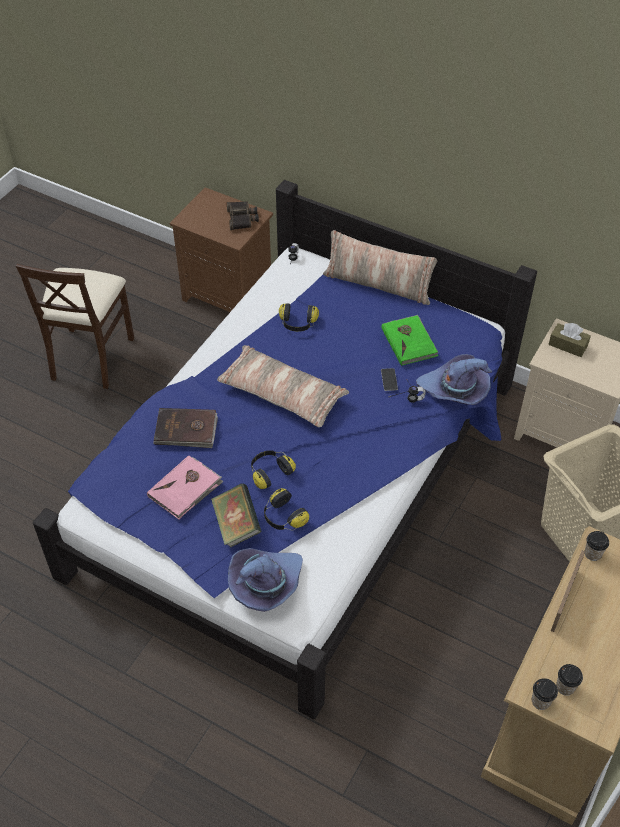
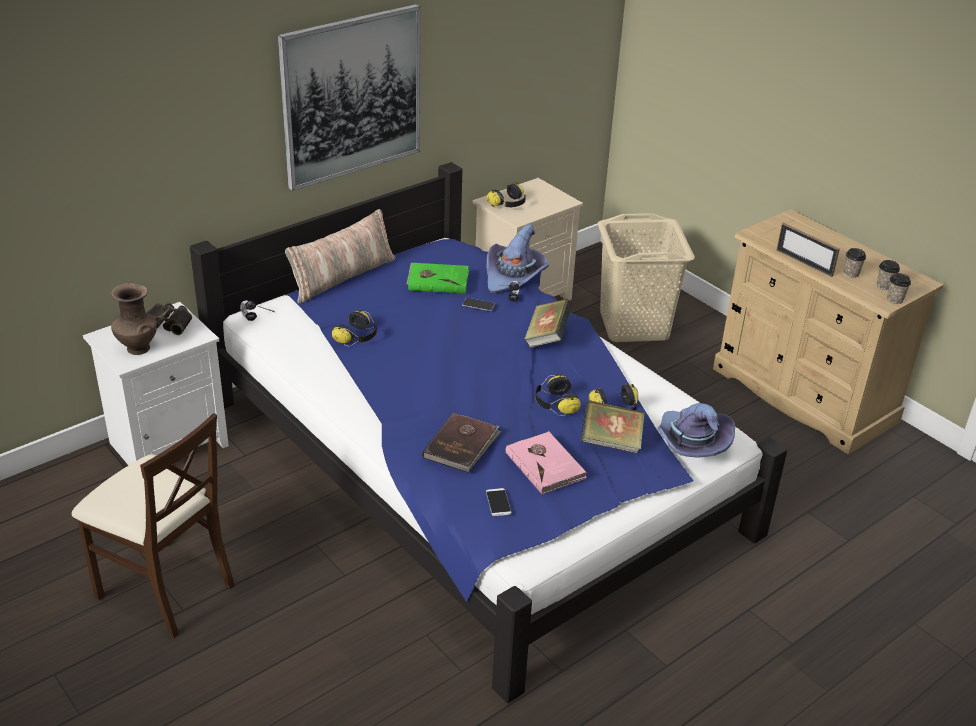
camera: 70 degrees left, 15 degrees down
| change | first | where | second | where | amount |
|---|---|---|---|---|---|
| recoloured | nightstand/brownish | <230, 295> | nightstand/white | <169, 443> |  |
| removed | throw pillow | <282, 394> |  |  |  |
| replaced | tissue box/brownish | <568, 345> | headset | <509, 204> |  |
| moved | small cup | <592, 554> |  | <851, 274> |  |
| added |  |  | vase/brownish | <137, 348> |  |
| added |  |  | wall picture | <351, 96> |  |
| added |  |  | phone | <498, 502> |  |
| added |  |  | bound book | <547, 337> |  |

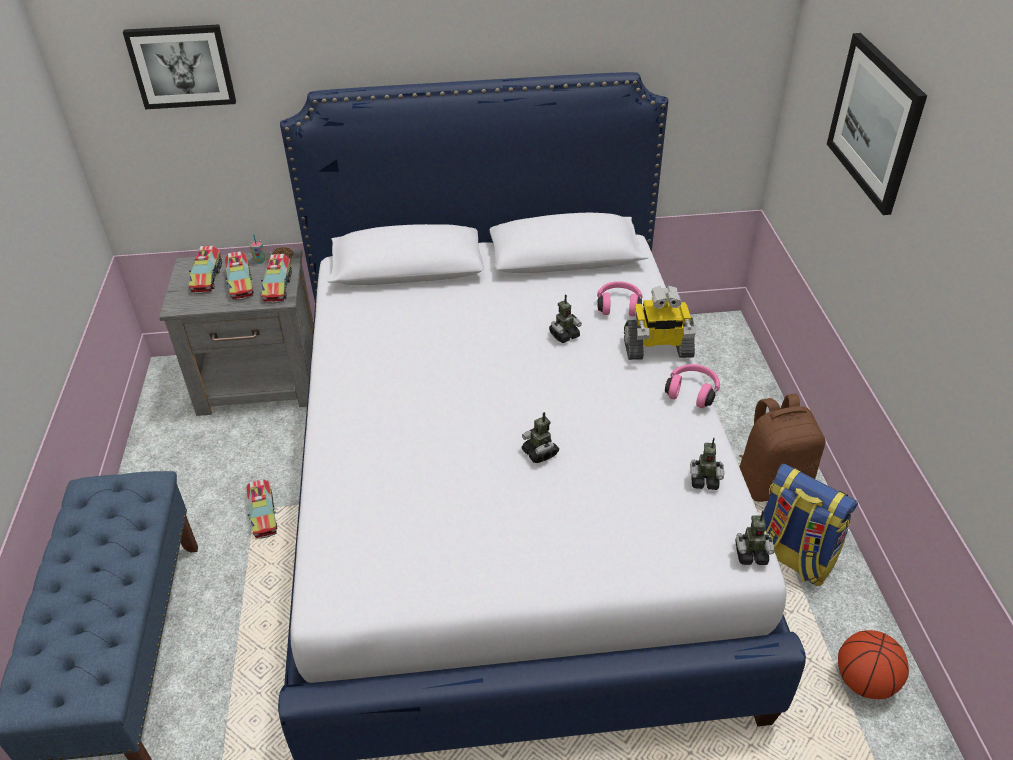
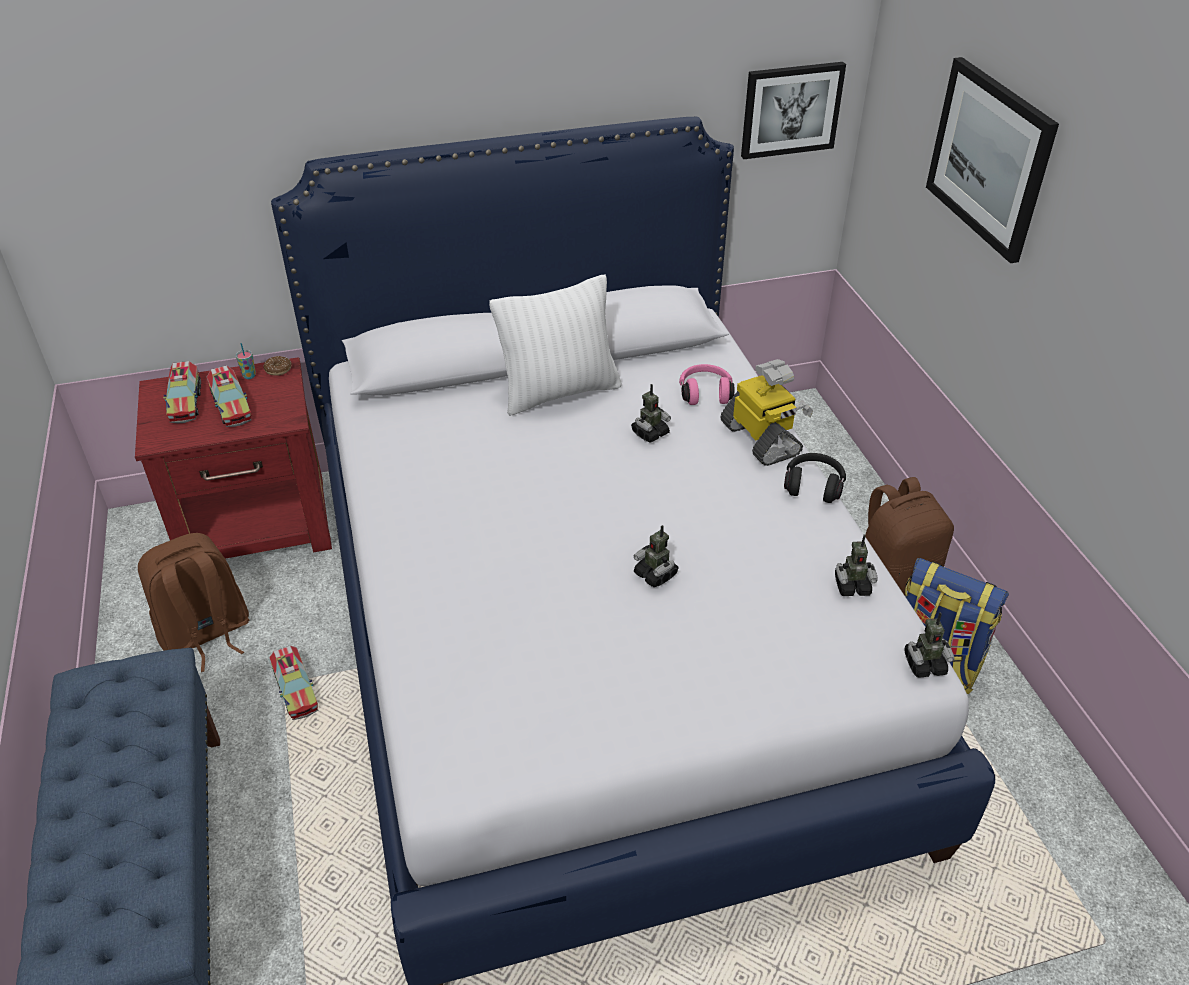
camera: 10 degrees left, 0 degrees up
| change | first | where | second | where | amount |
|---|---|---|---|---|---|
| moved | wall picture | <181, 66> |  | <791, 109> |  |
| recoloured | nightstand/gray | <261, 381> | nightstand/reddish | <258, 525> |  |
| removed | toy truck | <278, 286> |  |  |  |
| turned | model robot | <657, 349> |  | <762, 439> | 105 degrees counterclockwise |
| recoloured | headset/pink | <692, 392> | headset/blackish | <813, 485> |  |
| removed | basketball ball | <864, 681> |  |  |  |
| added |  |  | rucksack/brownish | <206, 634> |  |
| added |  |  | throw pillow/white | <559, 392> |  |

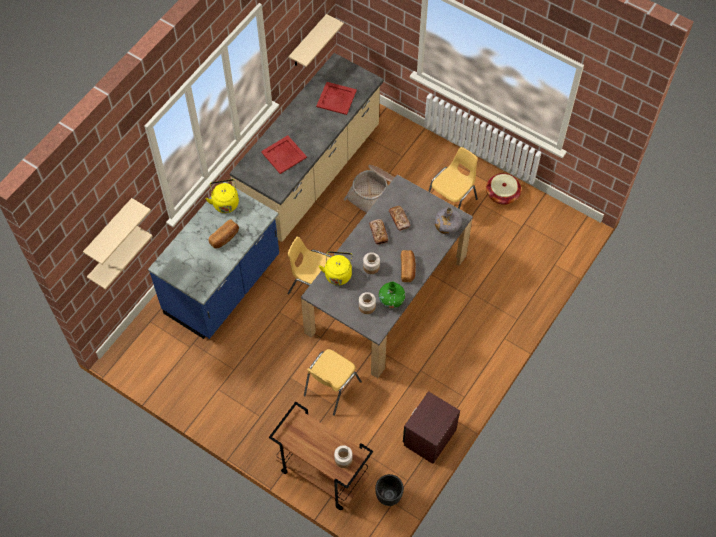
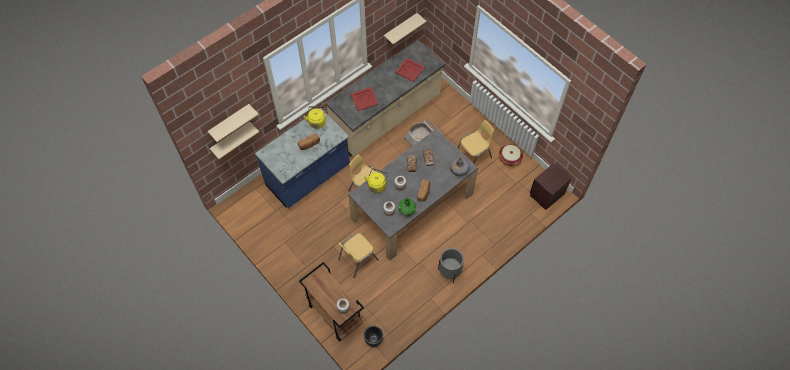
camera: 15 degrees right, 0 degrees up
| change | first | where | second | where | amount |
|---|---|---|---|---|---|
| moved | nightstand/brownish | <429, 437> |  | <547, 194> |  |
| added |  |  | flower pot/gray | <449, 272> |  |

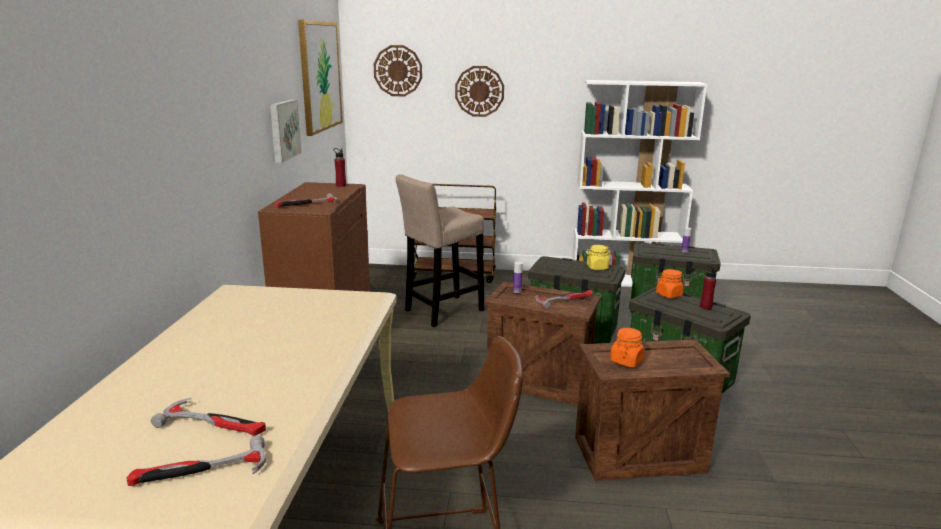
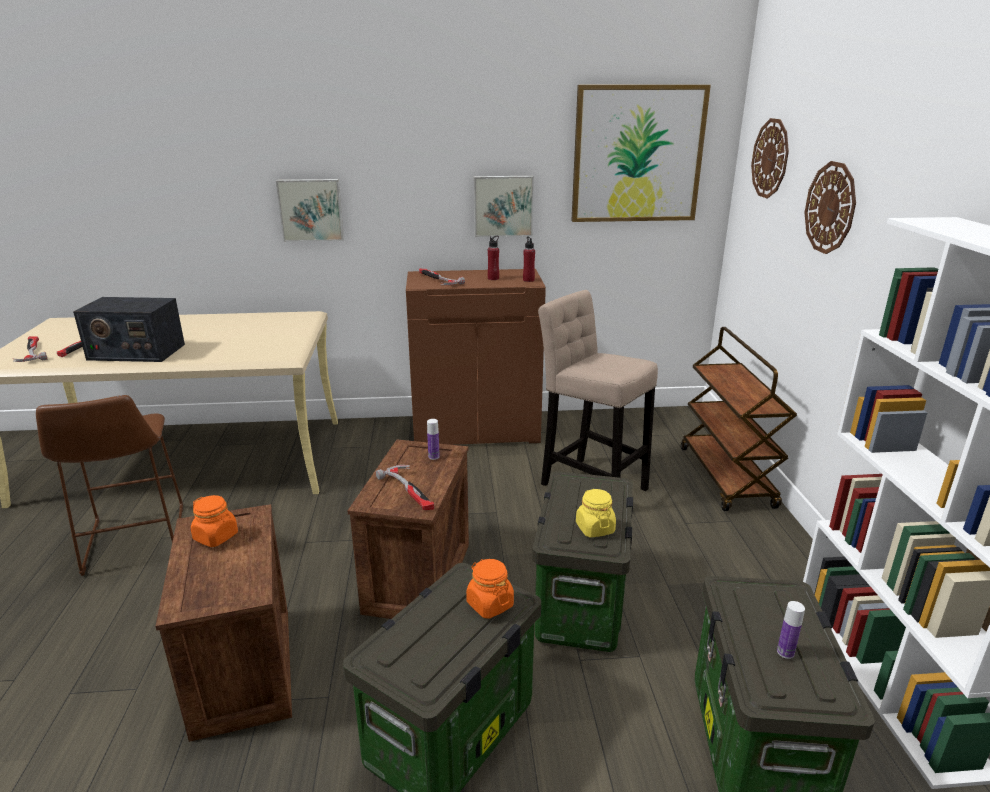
camera: 80 degrees right, 5 degrees up
| change | first | where | second | where | amount |
|---|---|---|---|---|---|
| moved | drink bottle/reddish | <705, 307> |  | <493, 278> |  |
| added |  |  | radio | <136, 352> |  |
| added |  |  | wall picture | <311, 210> |  |

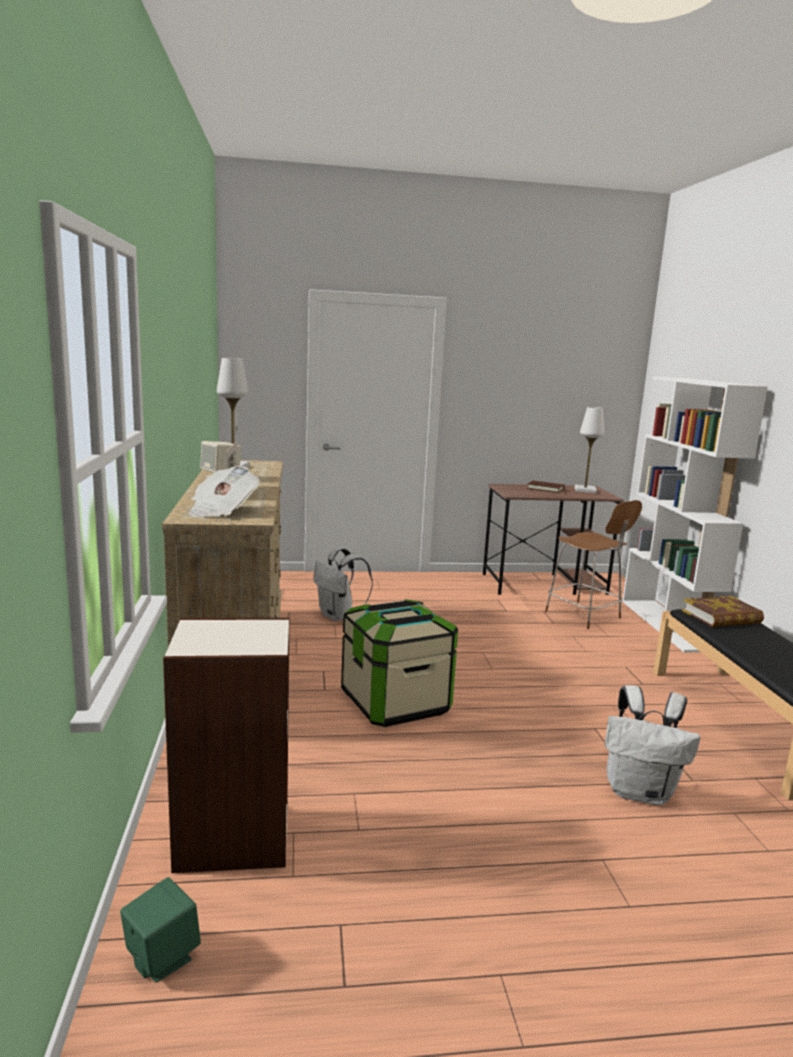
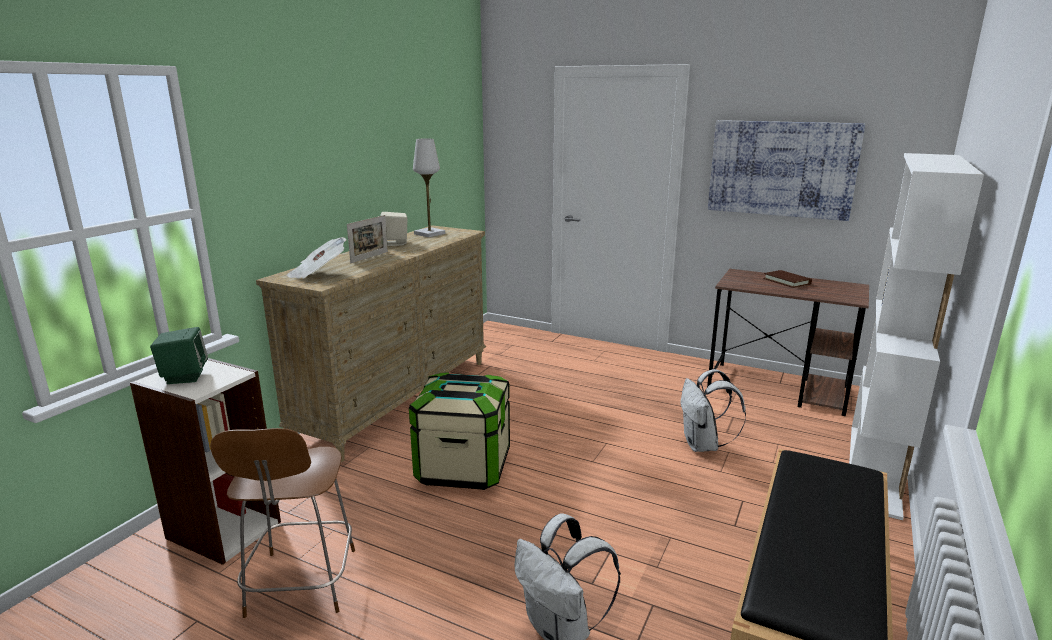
camera: 35 degrees right, 5 degrees up
| change | first | where | second | where | amount |
|---|---|---|---|---|---|
| moved | audio speaker/greenish | <161, 958> |  | <184, 376> |  |
| moved | rucksack/white | <339, 616> |  | <703, 446> |  |
| moved | chair/brownish | <585, 616> |  | <301, 585> |  |
| removed | table lamp/white | <585, 490> |  |  |  |
| removed | bound book | <721, 617> |  |  |  |
| added |  |  | wall picture | <782, 168> |  |

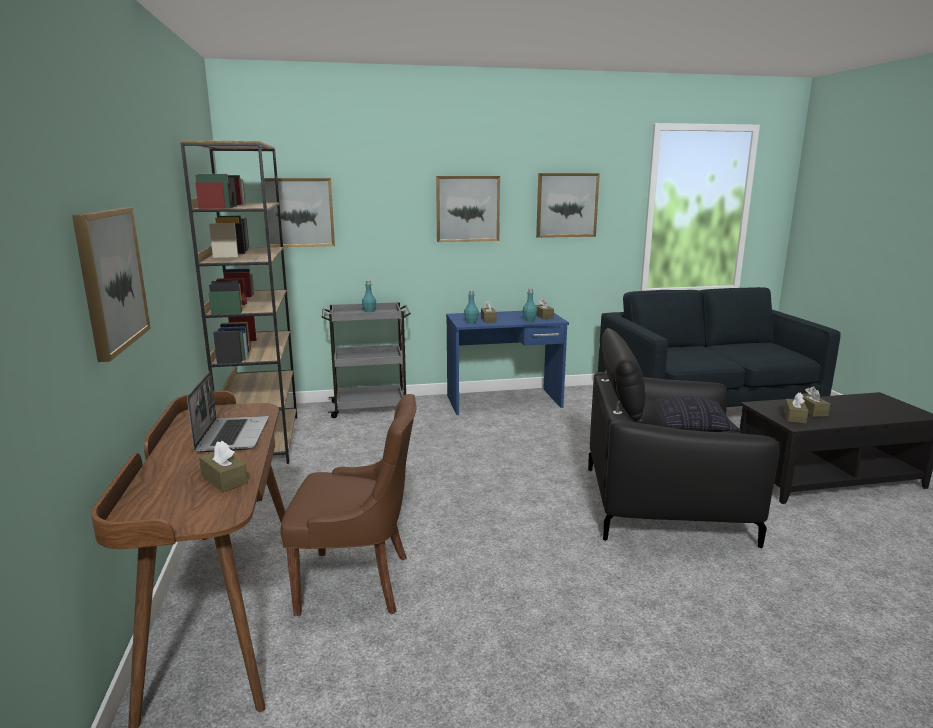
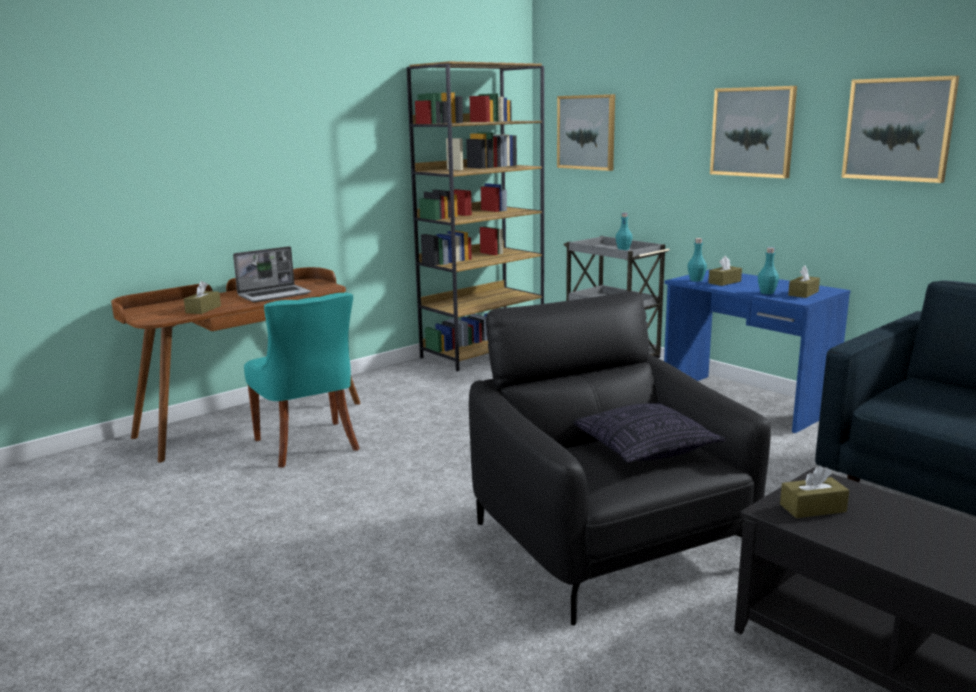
camera: 60 degrees right, 0 degrees up
| change | first | where | second | where | amount |
|---|---|---|---|---|---|
| removed | wall picture | <110, 279> |  |  |  |
| recoloured | chair/brownish | <358, 583> | chair/turquoise | <309, 445> |  |
| removed | tissue box/brownish | <811, 411> |  |  |  |

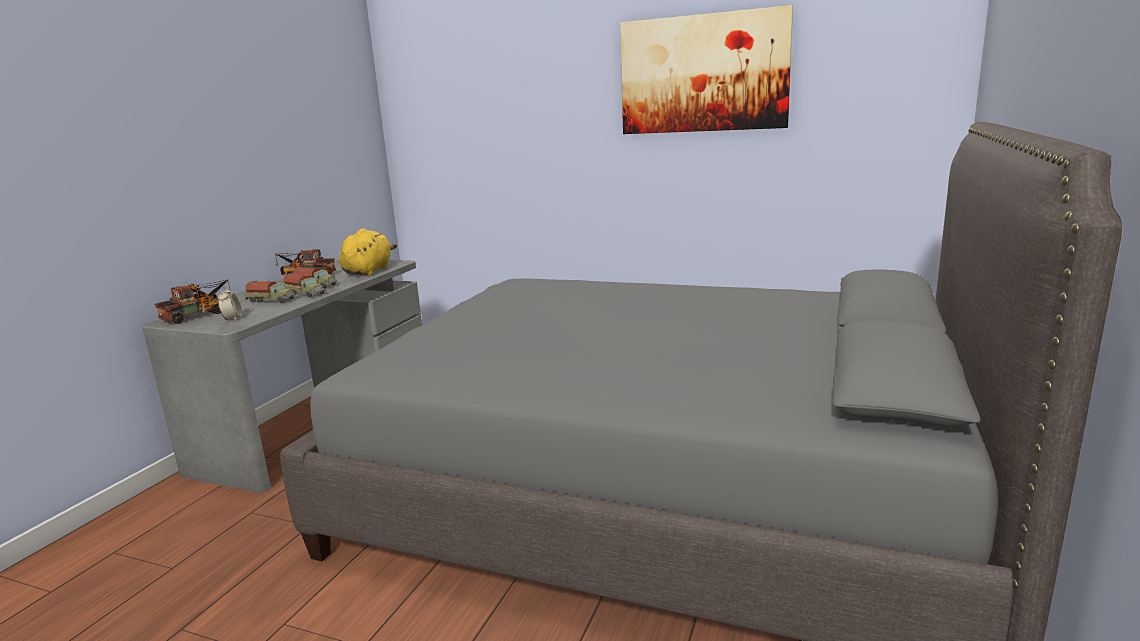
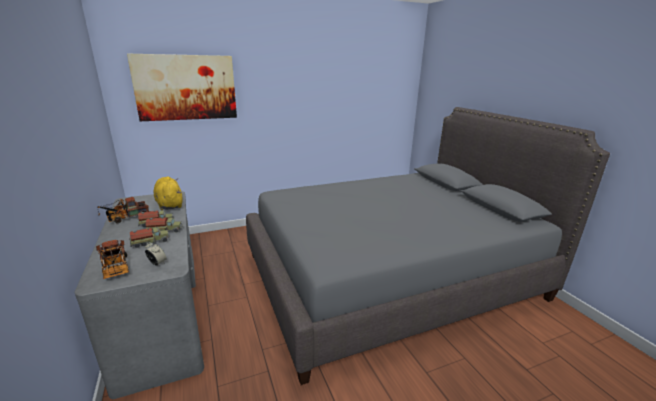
camera: 45 degrees left, 5 degrees up
| change | first | where | second | where | amount |
|---|---|---|---|---|---|
| turned | toy truck | <200, 315> |  | <115, 269> | 150 degrees clockwise |
| moved | wall picture | <703, 74> |  | <186, 87> |  |

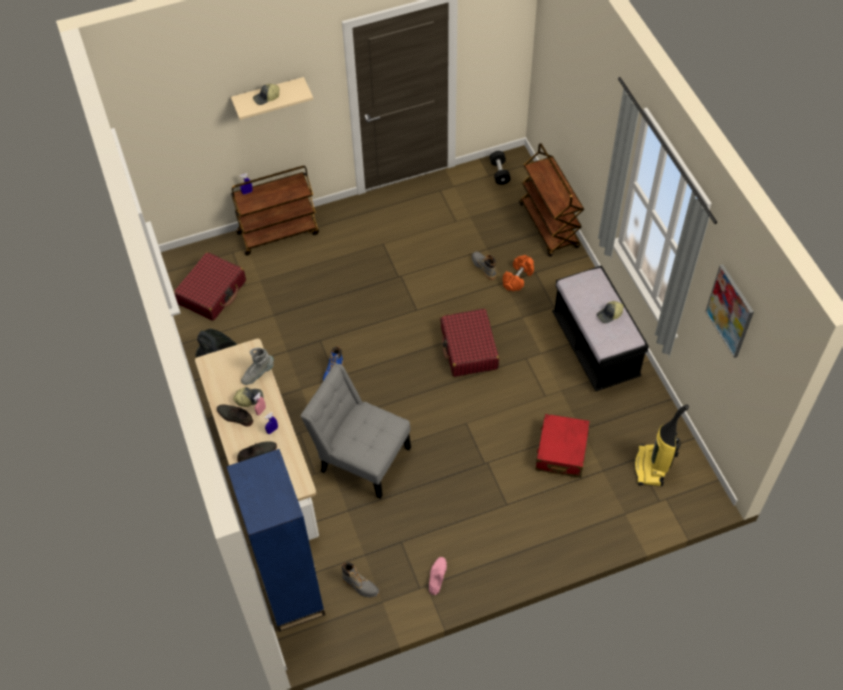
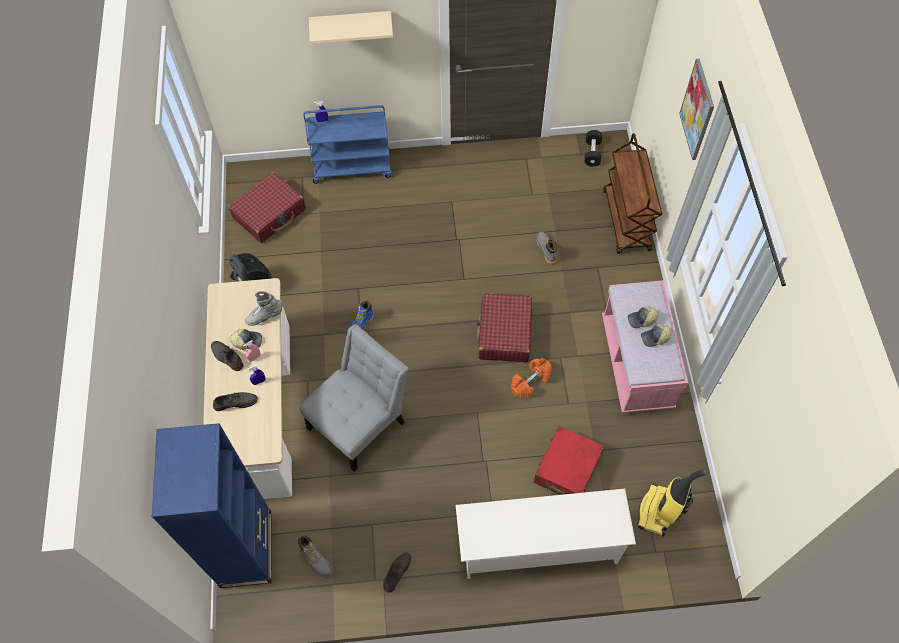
camera: 15 degrees right, 5 degrees up
| change | first | where | second | where | amount |
|---|---|---|---|---|---|
| recoloured | wheeled cart/brownish | <278, 233> | wheeled cart/bluish | <352, 167> |  |
| moved | baseball cap | <266, 98> |  | <642, 320> |  |
| turned | chair/gray | <361, 456> |  | <360, 421> | 90 degrees clockwise |
| recoloured | shoe/pink | <437, 576> | shoe/gray | <396, 572> |  |
| moved | dumbbell/orange | <518, 278> |  | <530, 382> |  |
| recoloured | indoor bench/blackish | <595, 347> | indoor bench/pink | <636, 363> |  |
| moved | wall picture | <730, 311> |  | <697, 110> |  |
| added |  |  | shoe stand/white | <538, 545> |  |

